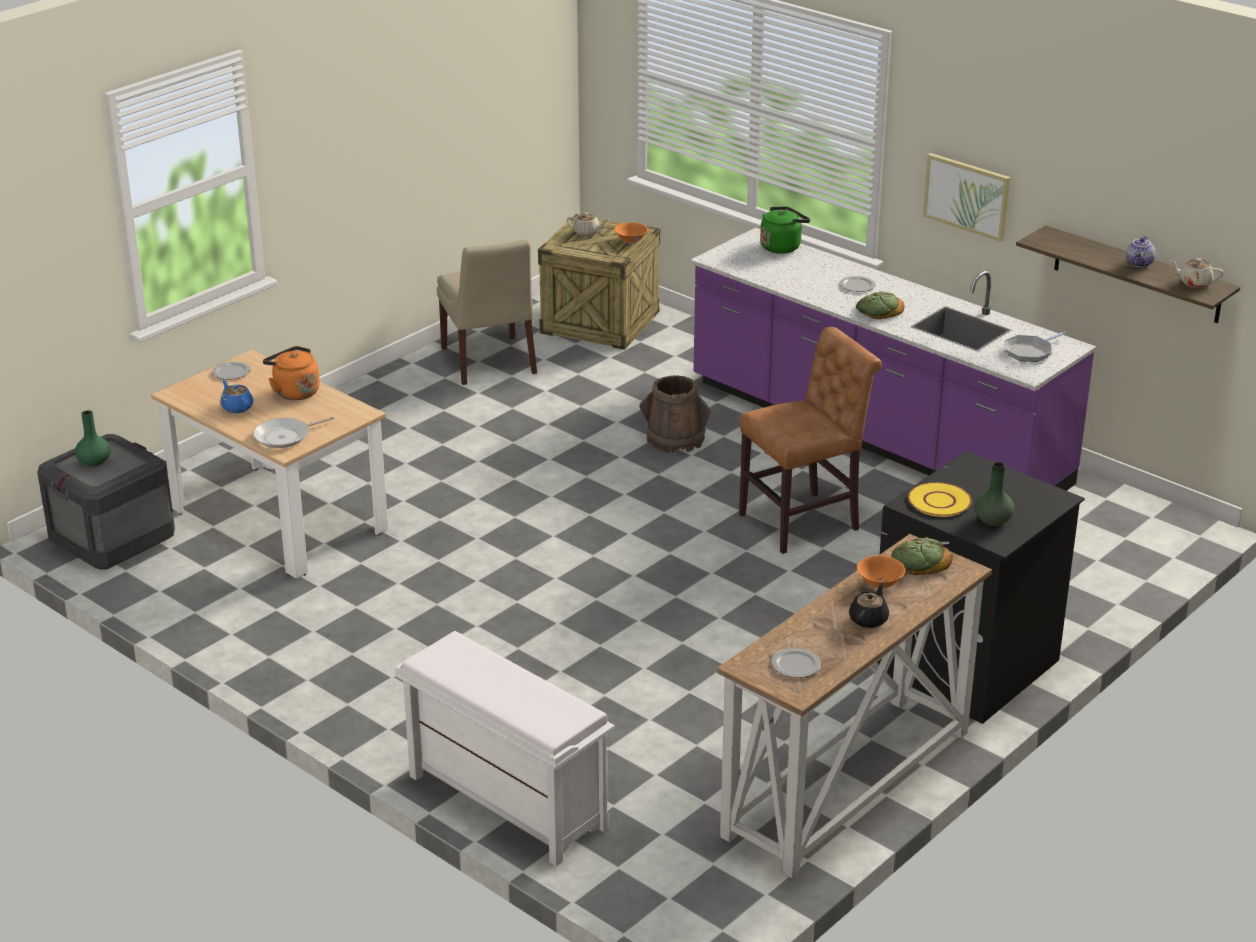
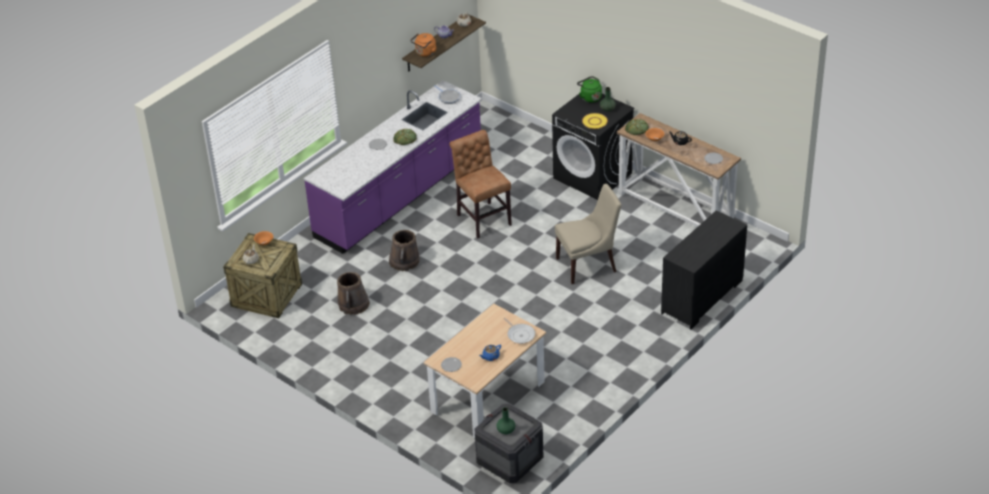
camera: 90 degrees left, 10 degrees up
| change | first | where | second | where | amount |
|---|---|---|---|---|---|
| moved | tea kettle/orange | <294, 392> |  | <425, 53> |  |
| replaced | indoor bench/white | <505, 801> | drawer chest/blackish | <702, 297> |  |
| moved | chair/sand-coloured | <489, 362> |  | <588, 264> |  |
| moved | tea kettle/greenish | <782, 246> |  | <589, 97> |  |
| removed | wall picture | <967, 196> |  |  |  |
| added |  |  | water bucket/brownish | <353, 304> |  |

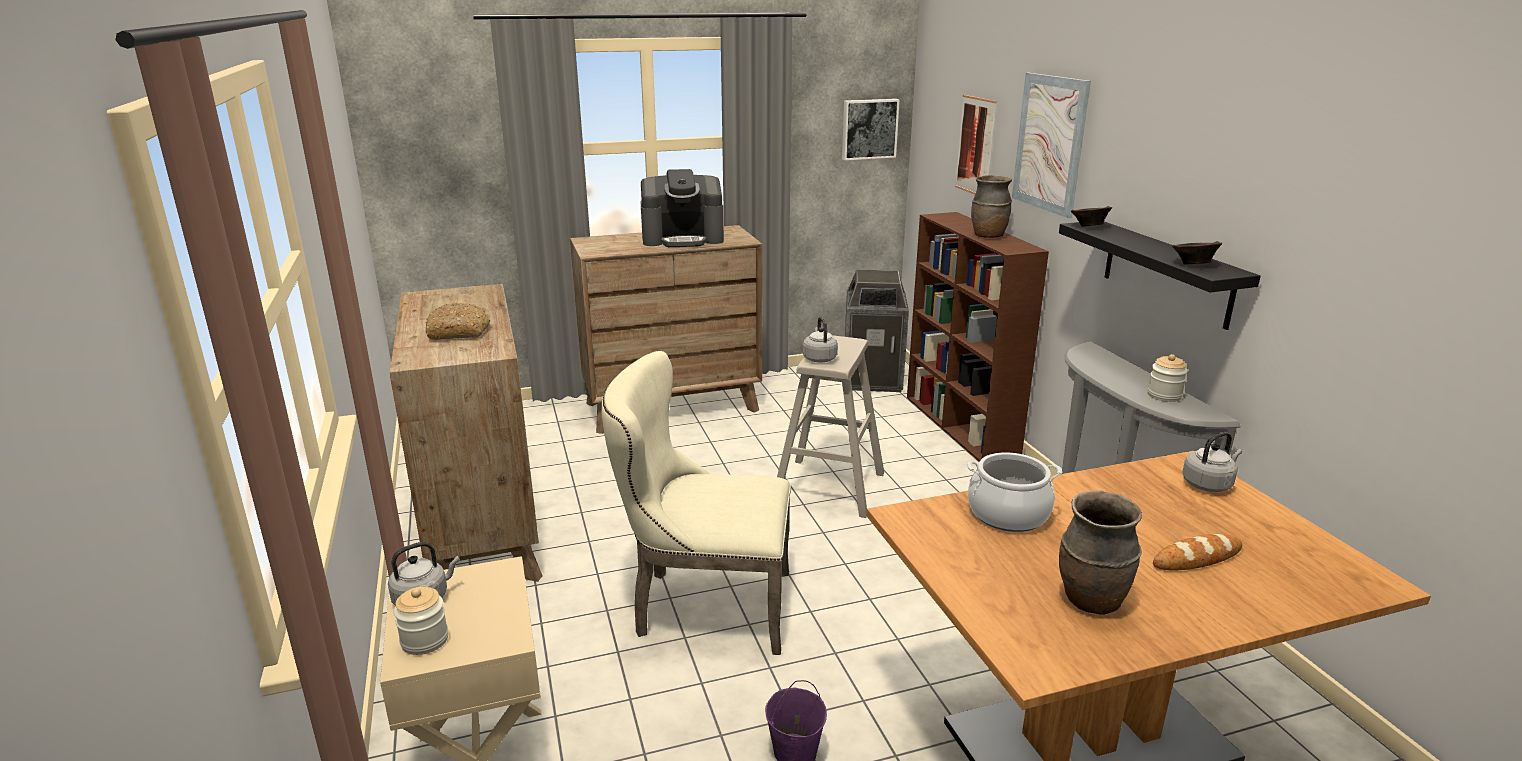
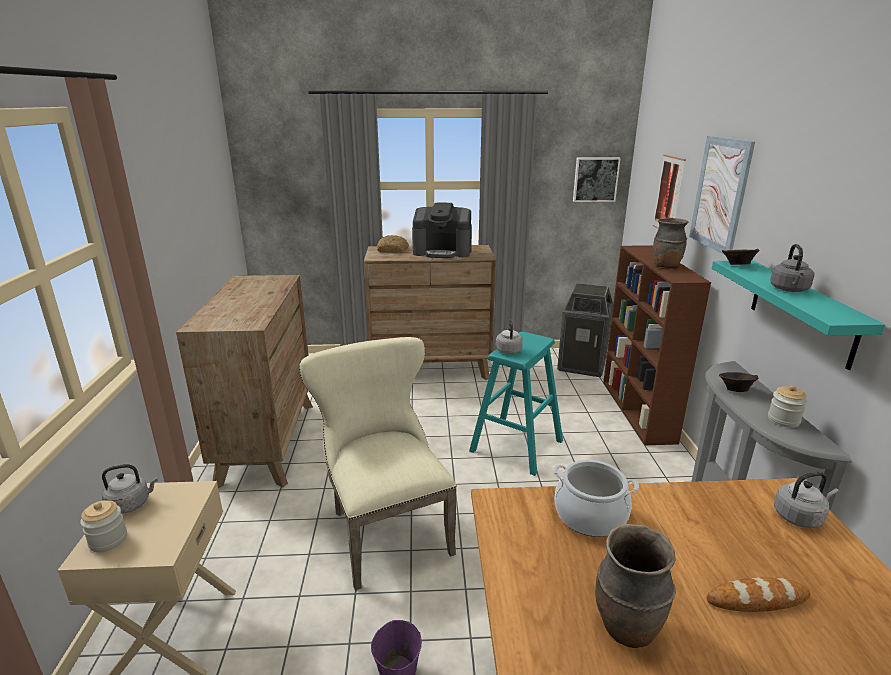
camera: 15 degrees right, 0 degrees up
| change | first | where | second | where | amount |
|---|---|---|---|---|---|
| moved | bakery bread | <459, 332> |  | <393, 250> |  |
| turned | chair/sand-coloured | <703, 606> |  | <384, 528> | 45 degrees clockwise |
| recoloured | stool seat/sand-coloured | <829, 487> | stool seat/turquoise | <516, 446> |  |
| recoloured | shelf/blackish | <1167, 273> | shelf/turquoise | <801, 311> |  |
| moved | bowl/brownish | <1192, 265> |  | <735, 390> |  |
| added |  |  | tea kettle/gray | <789, 290> |  |

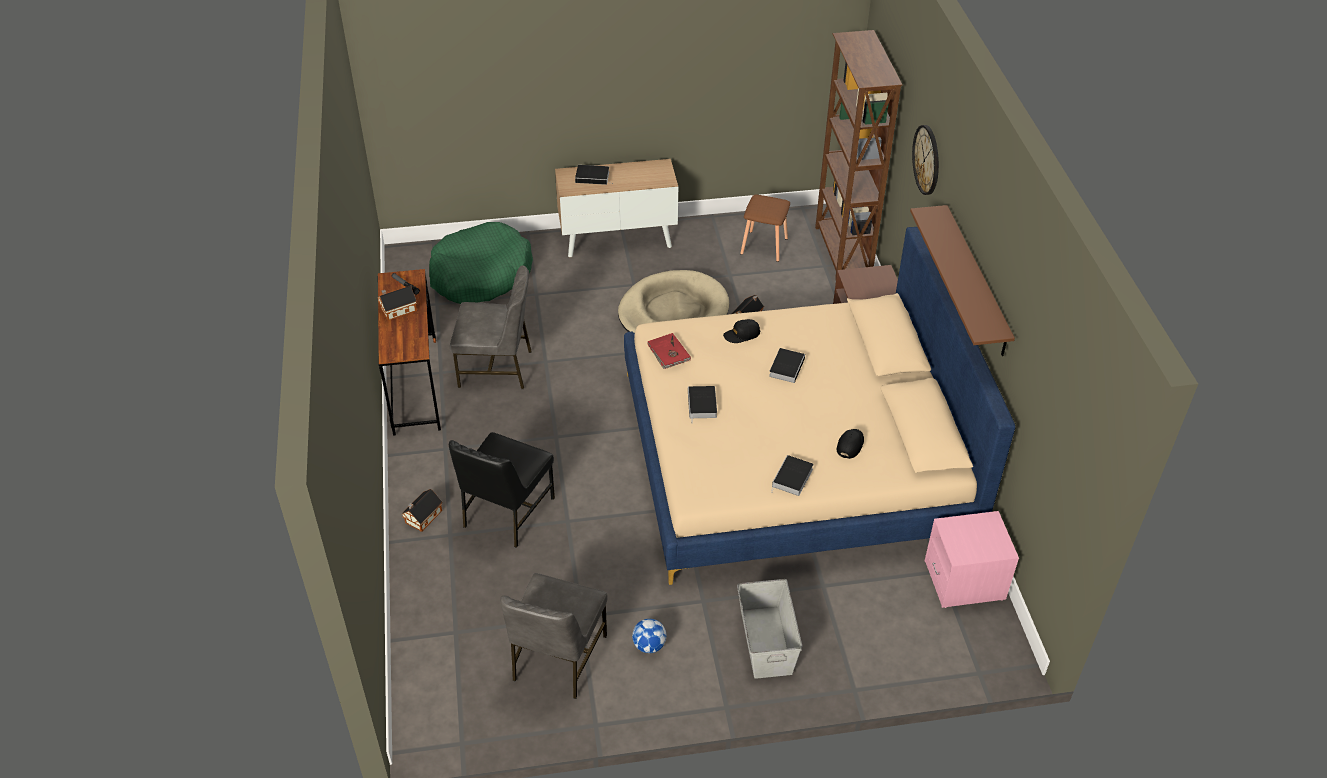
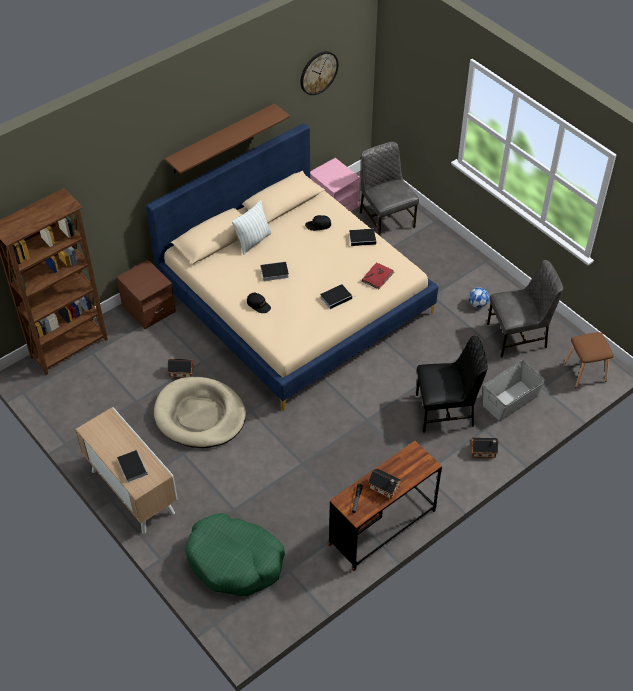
camera: 120 degrees left, 5 degrees up
| change | first | where | second | where | amount |
|---|---|---|---|---|---|
| moved | chair/gray | <497, 368> |  | <386, 219> |  |
| moved | bound book/reddish | <668, 353> |  | <378, 277> |  |
| moved | storage box/gray | <765, 642> |  | <510, 400> |  |
| moved | stool seat/brownish | <764, 245> |  | <584, 372> |  |
| moved | wall clock | <927, 159> |  | <318, 72> |  |
| added |  |  | throw pillow | <253, 241> |  |

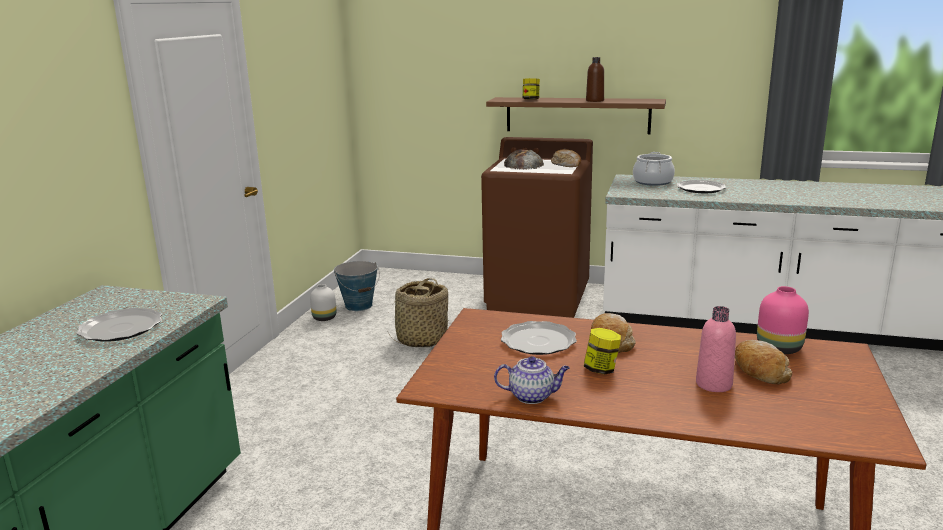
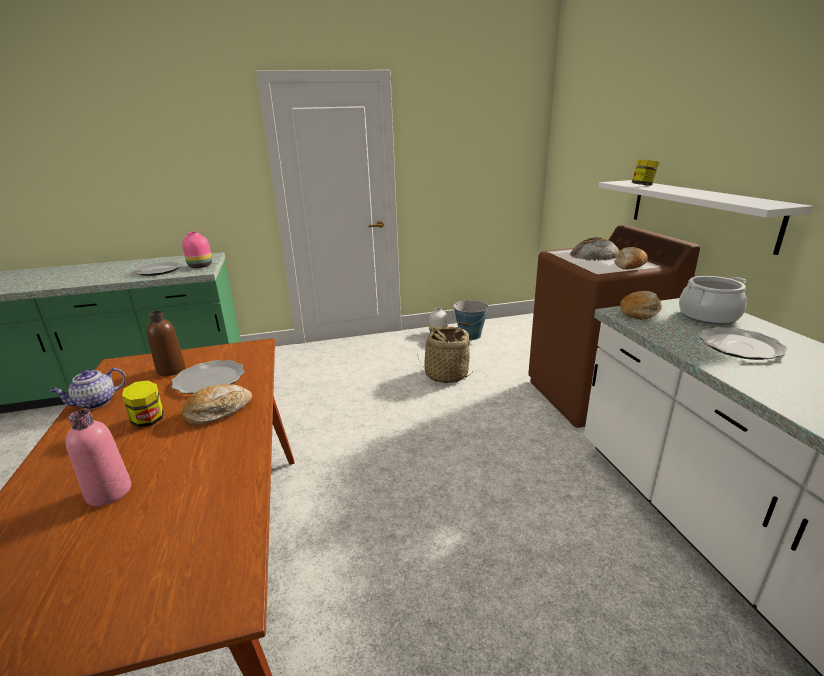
camera: 60 degrees right, 5 degrees up
| change | first | where | second | where | amount |
|---|---|---|---|---|---|
| recoloured | shelf/brownish | <577, 115> | shelf/white | <699, 212> |  |
| turned | teapot | <532, 396> |  | <95, 403> | 75 degrees clockwise |
| moved | drink bottle/brownish | <595, 100> |  | <171, 370> |  |
| moved | bakery bread | <759, 370> |  | <640, 312> |  |
| moved | vase/pink | <779, 348> |  | <201, 266> |  |

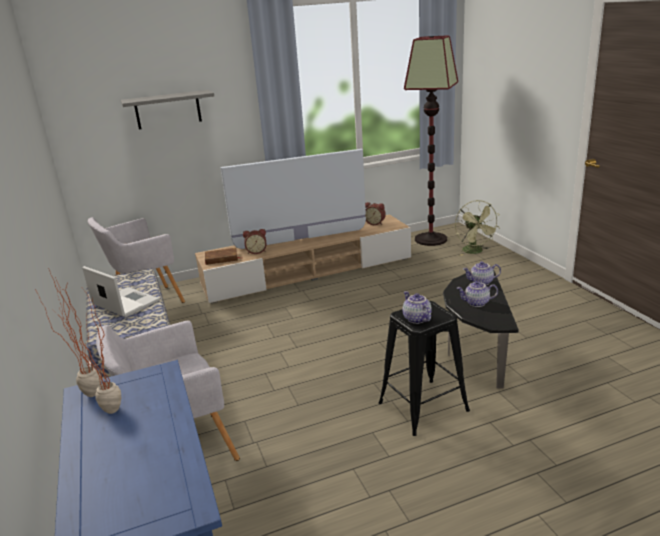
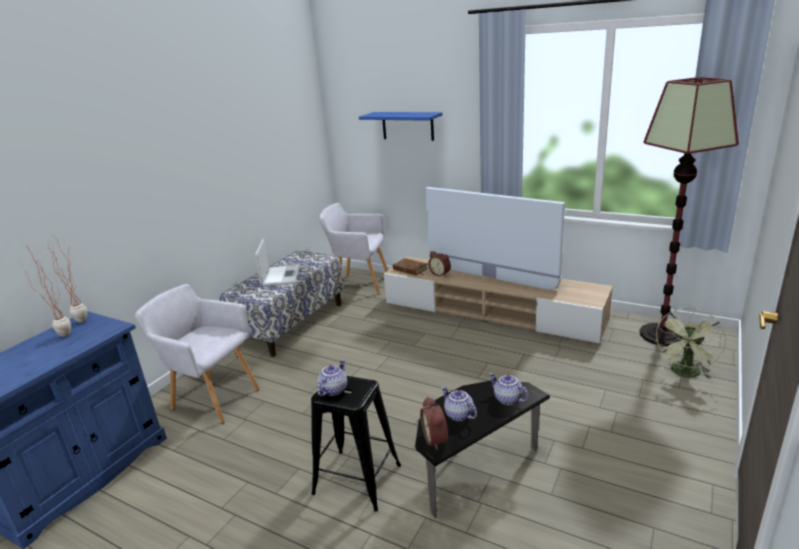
camera: 50 degrees right, 0 degrees up
| change | first | where | second | where | amount |
|---|---|---|---|---|---|
| recoloured | shelf/gray | <168, 110> | shelf/bluish | <407, 126> |  |
| moved | table clock | <375, 223> |  | <437, 439> |  |

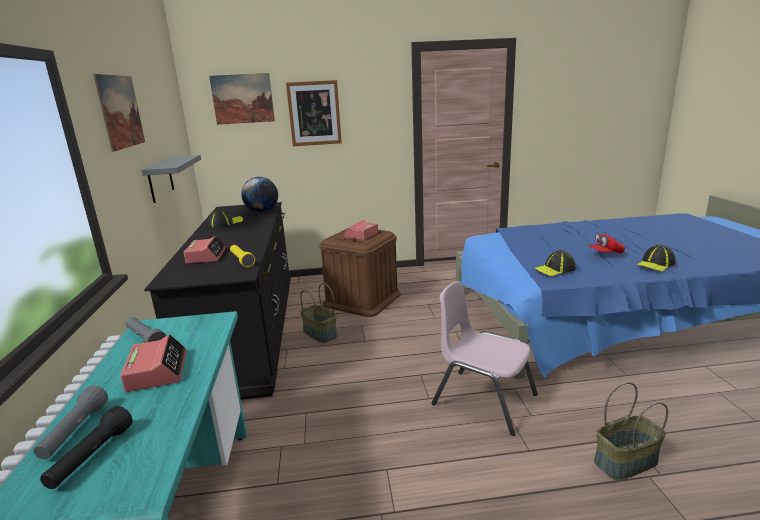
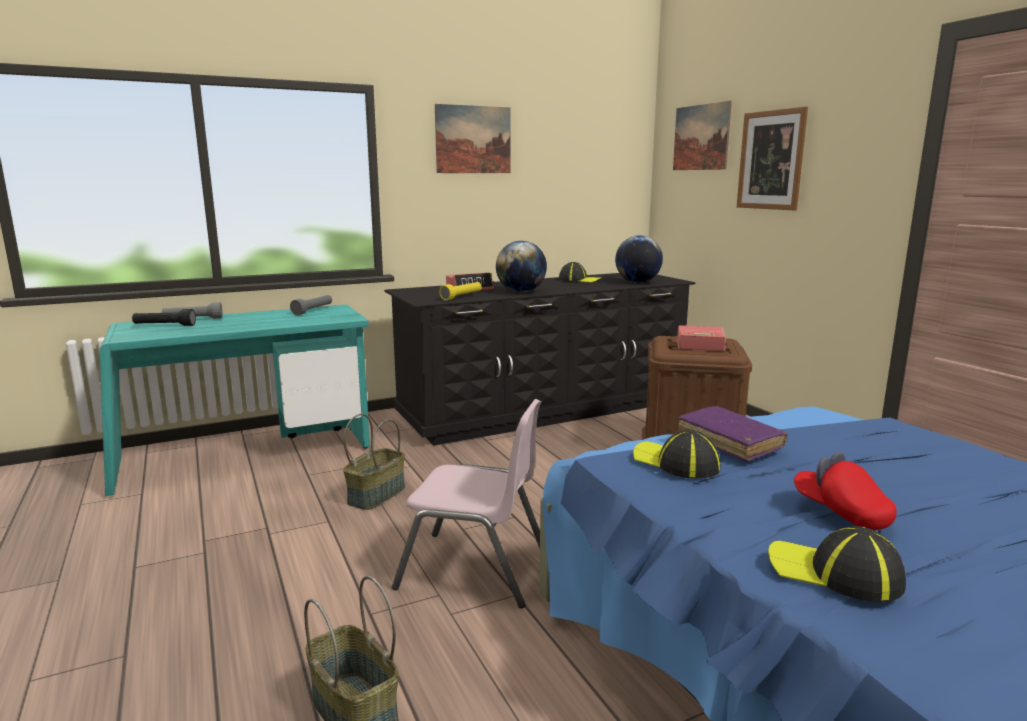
camera: 70 degrees right, 5 degrees down
| change | first | where | second | where | amount |
|---|---|---|---|---|---|
| removed | table clock | <157, 371> |  |  |  |
| removed | shelf/gray | <160, 179> |  |  |  |
| moved | basket | <319, 334> |  | <376, 494> |  |
| turned | chair/pink | <483, 400> |  | <474, 570> | 90 degrees clockwise |
| added |  |  | desk globe | <521, 292> |  |
| added |  |  | bound book/purplish | <729, 442> |  |

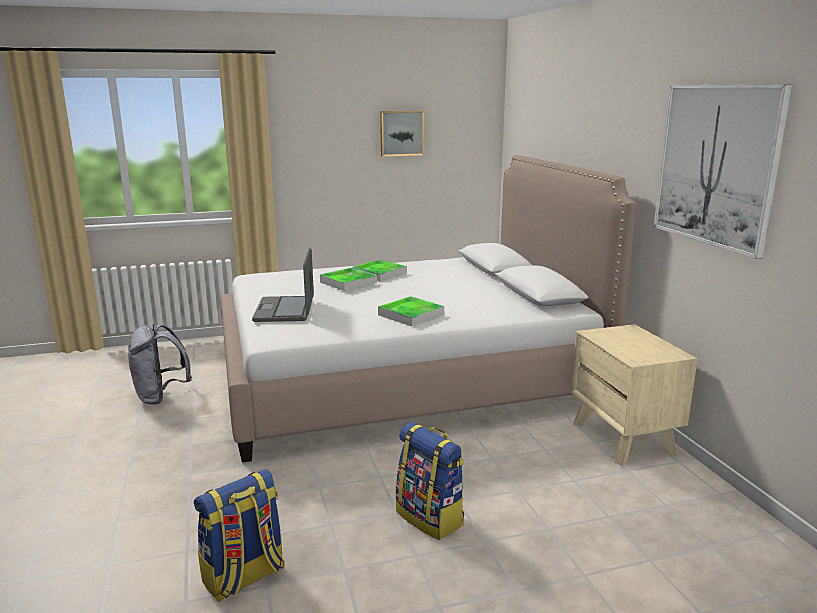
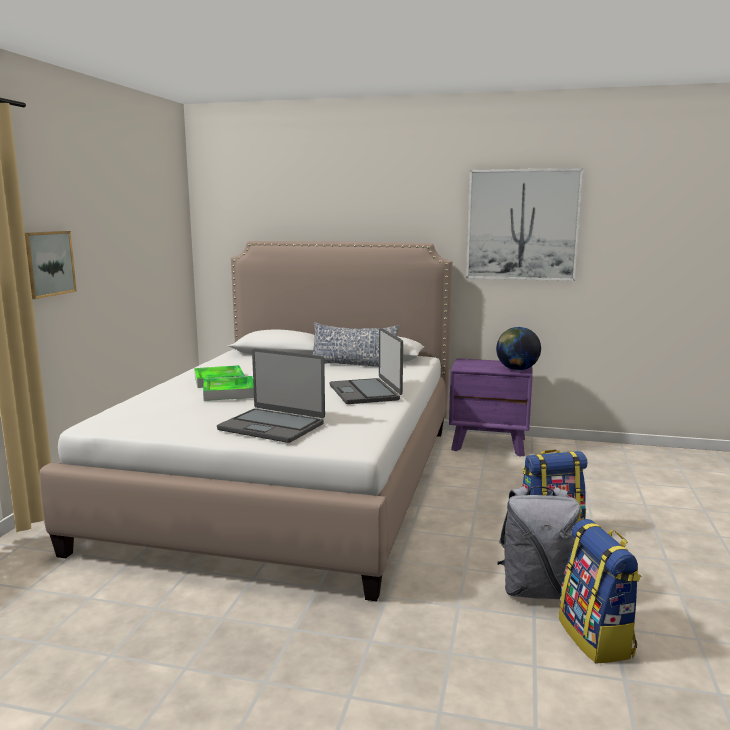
camera: 60 degrees left, 5 degrees down
| change | first | where | second | where | amount |
|---|---|---|---|---|---|
| moved | rucksack/gray | <161, 397> |  | <536, 590> |  |
| replaced | serving tray | <411, 315> | notebook computer | <365, 392> |  |
| moved | wall picture | <401, 133> |  | <46, 263> |  |
| recoloured | nightstand/sand-coloured | <623, 438> | nightstand/purplish | <489, 444> |  |
| added |  |  | throw pillow | <353, 364> |  |
| added |  |  | desk globe | <517, 369> |  |

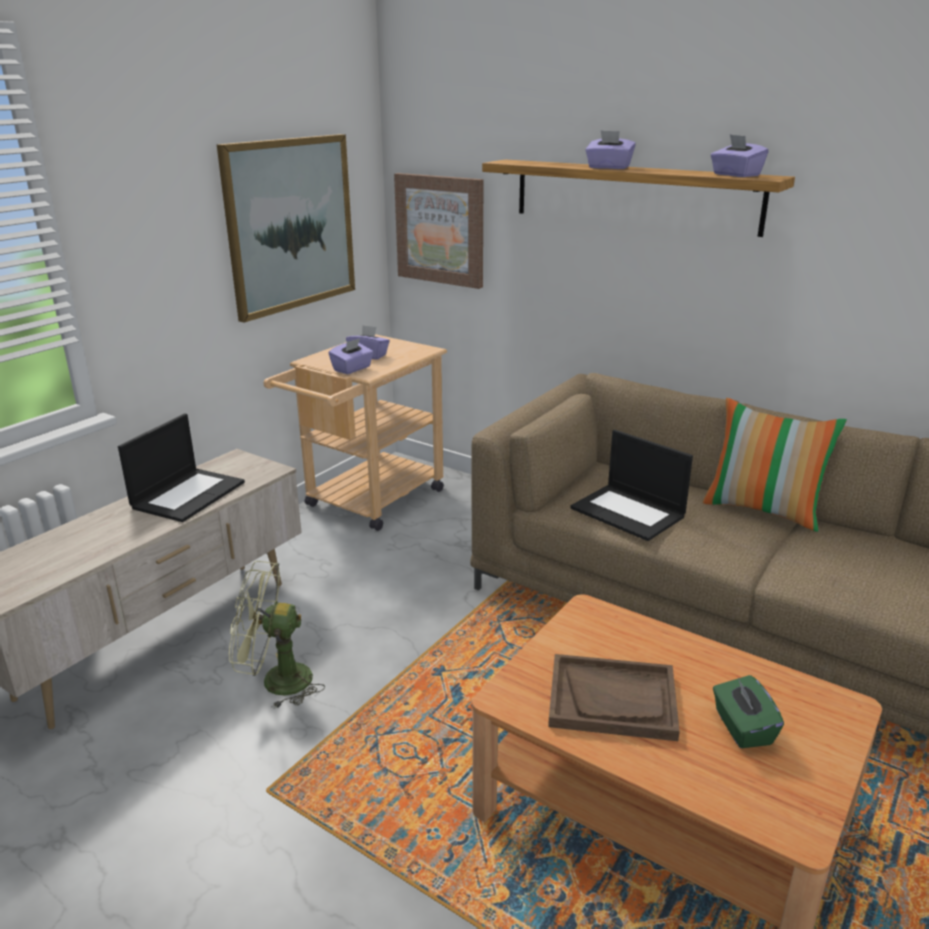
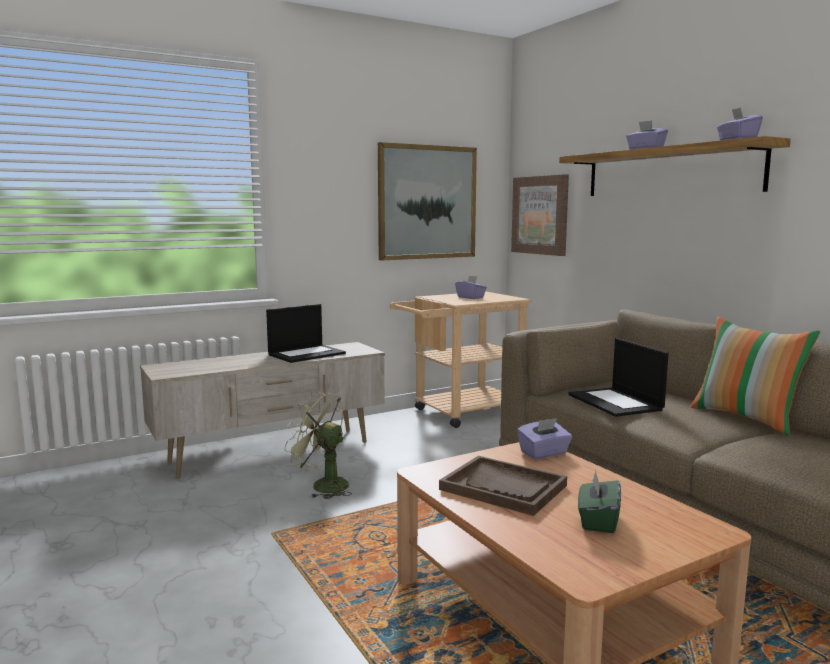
camera: 25 degrees right, 15 degrees down
| change | first | where | second | where | amount |
|---|---|---|---|---|---|
| moved | tissue box/purplish | <352, 369> |  | <544, 453> |  |

